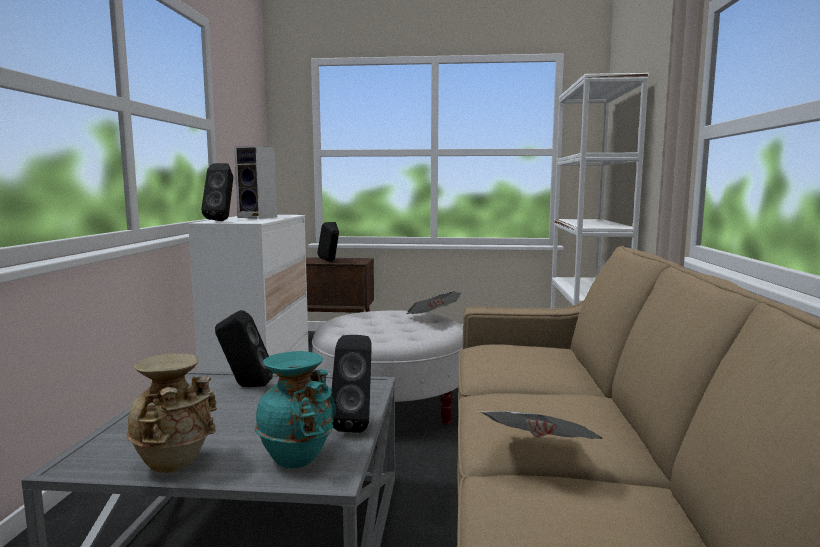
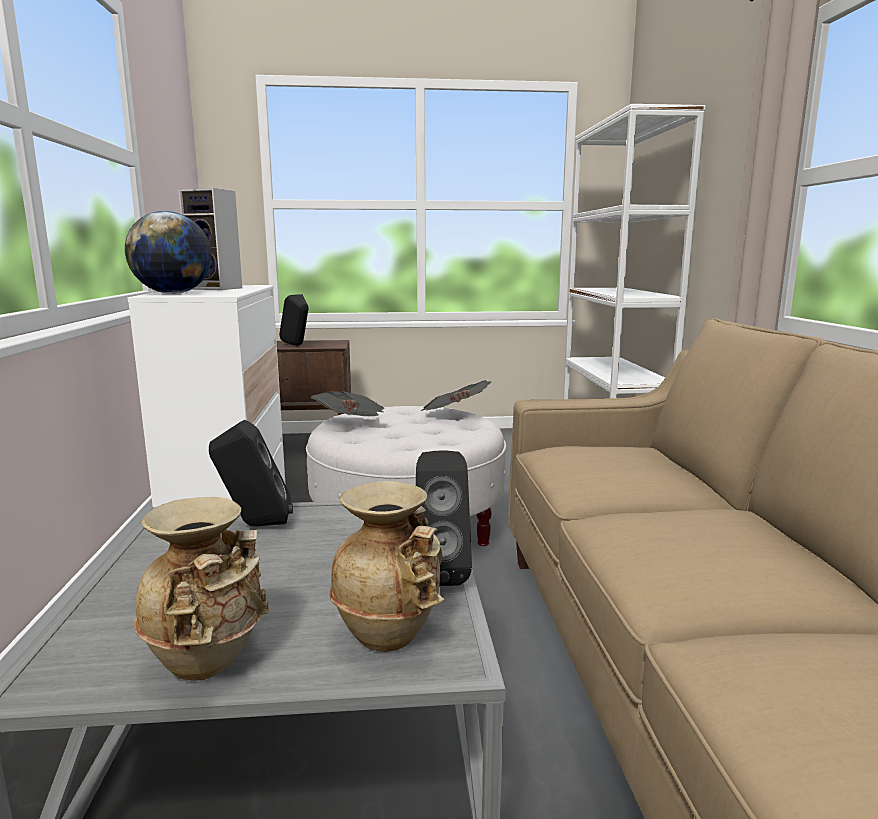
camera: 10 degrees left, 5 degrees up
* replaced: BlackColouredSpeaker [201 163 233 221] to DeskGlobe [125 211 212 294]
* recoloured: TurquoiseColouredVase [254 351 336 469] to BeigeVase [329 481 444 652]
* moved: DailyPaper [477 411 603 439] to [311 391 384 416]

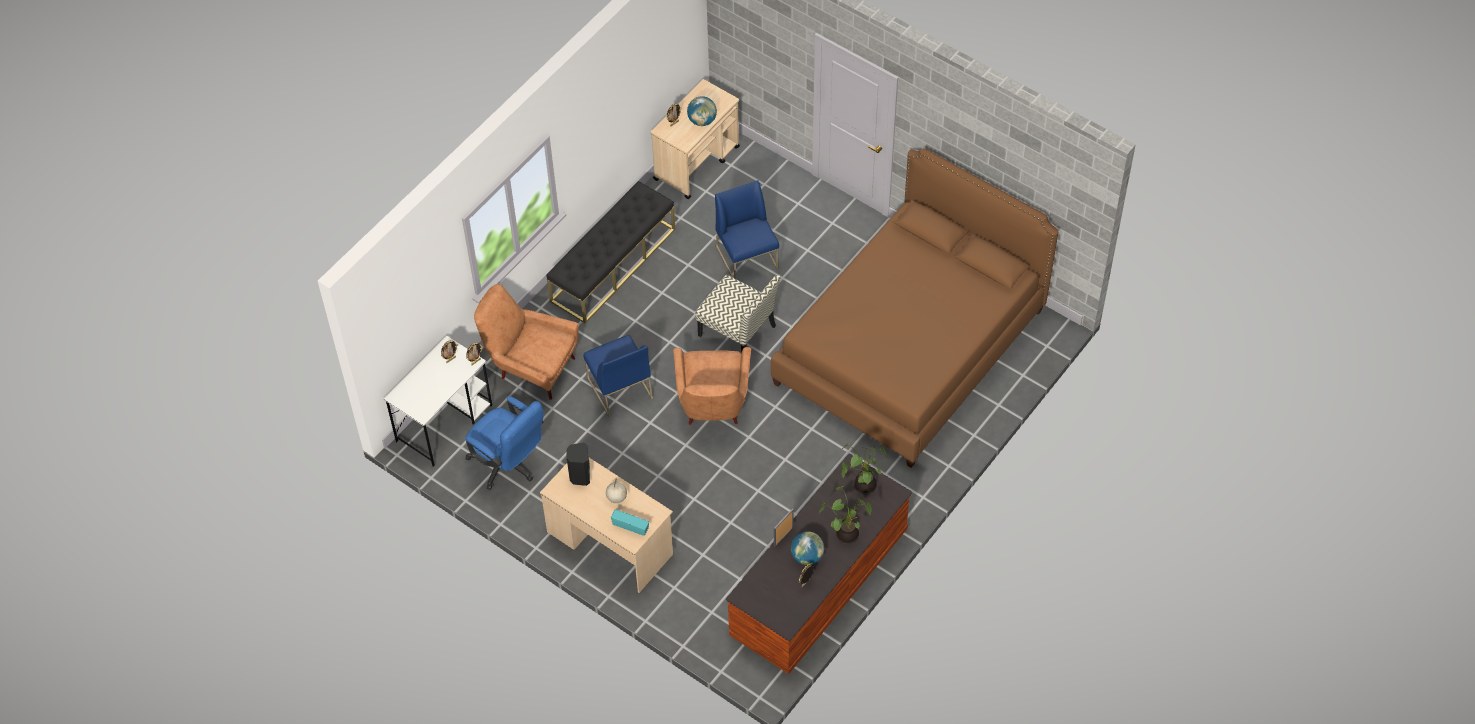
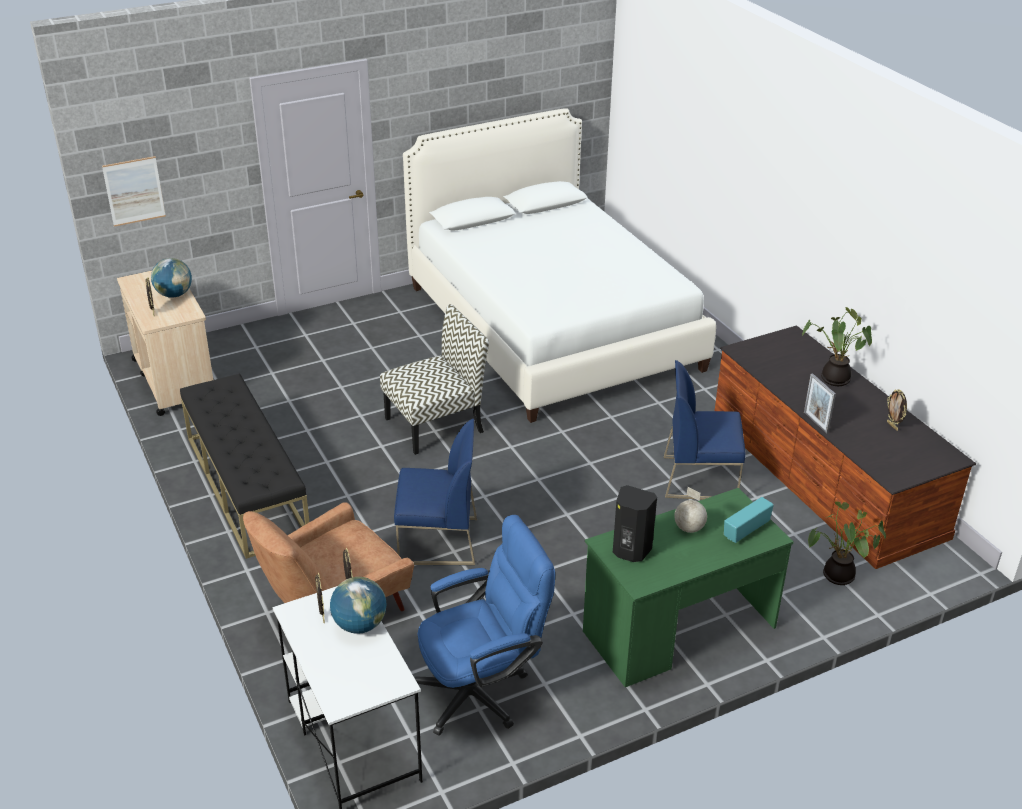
camera: 65 degrees left, 20 degrees down
* recoloured: BrownishBed [771 148 1058 468] to WhitishBed [403 108 716 423]
* moved: BlueChair [715 180 779 279] to [663 360 746 500]
* removed: BrownishArmchair [673 347 751 425]
* moved: Houseplant [842 442 887 495] to [808 502 886 585]
* recoloured: BeigeDesk [540 458 673 593] to GreenDesk [583 488 794 687]
* moved: DeskGlobe [791 531 825 565] to [330 577 387 634]
* added: Picture [102 156 166 227]

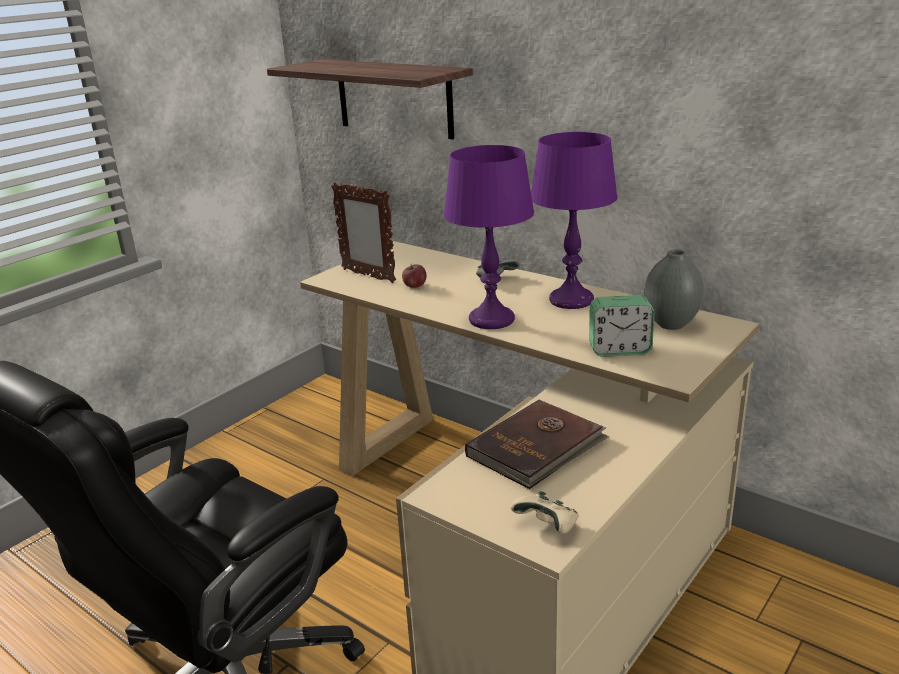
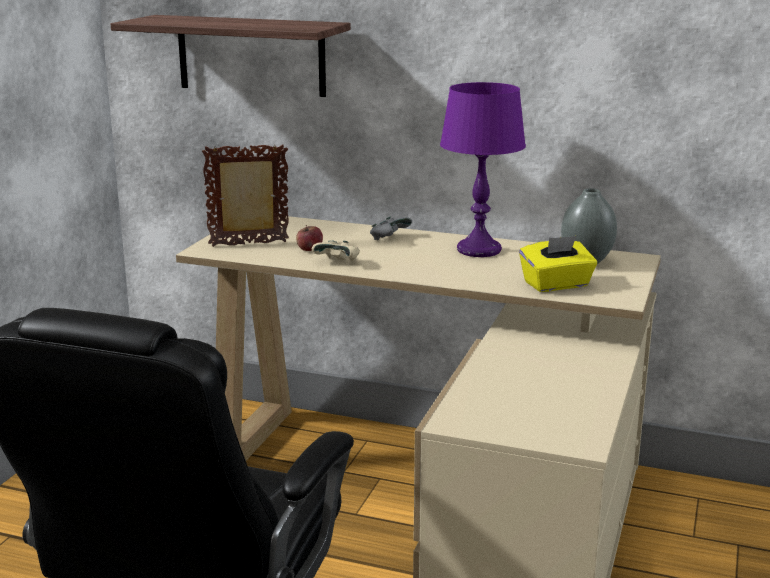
camera: 20 degrees left, 5 degrees down
* removed: PurpleLampForATable [444 145 534 329]
* turned: PhotoFrame [331 183 396 283] = [202 144 289 247] 150 degrees clockwise
* replaced: BedsideClock [589 295 654 357] to YellowishTissueBox [519 236 597 292]
* removed: BrownishBook [465 399 609 489]
* moved: BeigeGameController [511 491 579 534] to [312 241 360 261]

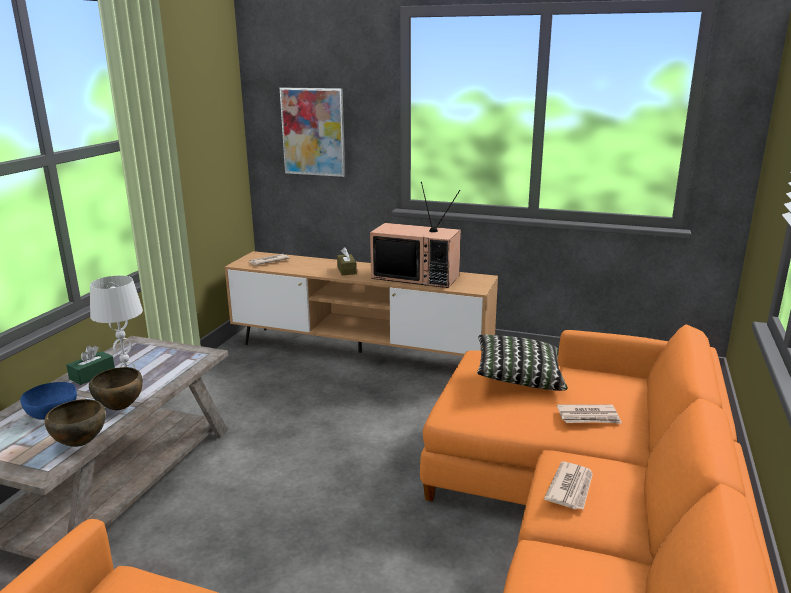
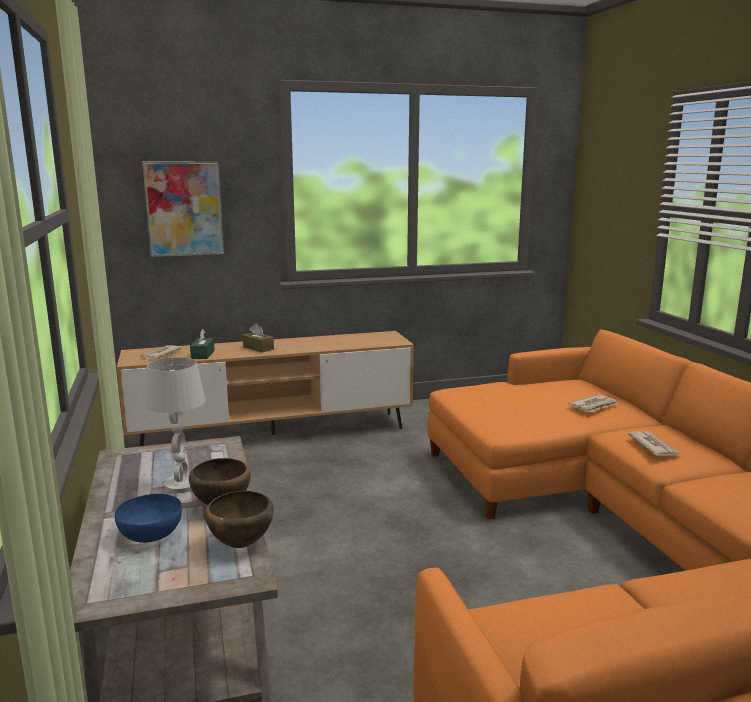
camera: 35 degrees left, 5 degrees down
* removed: TvSet [370 182 461 288]
* removed: Cushion [477 335 568 391]
* moved: GreenTissueBox [66 346 115 385] to [190 329 215 359]

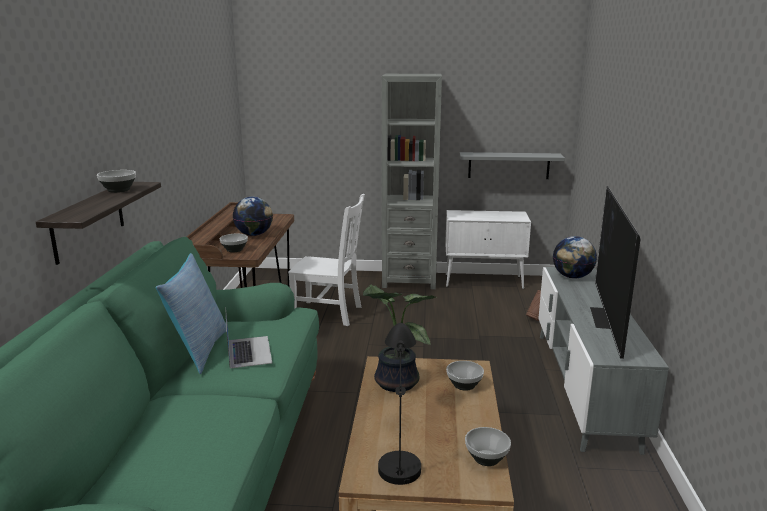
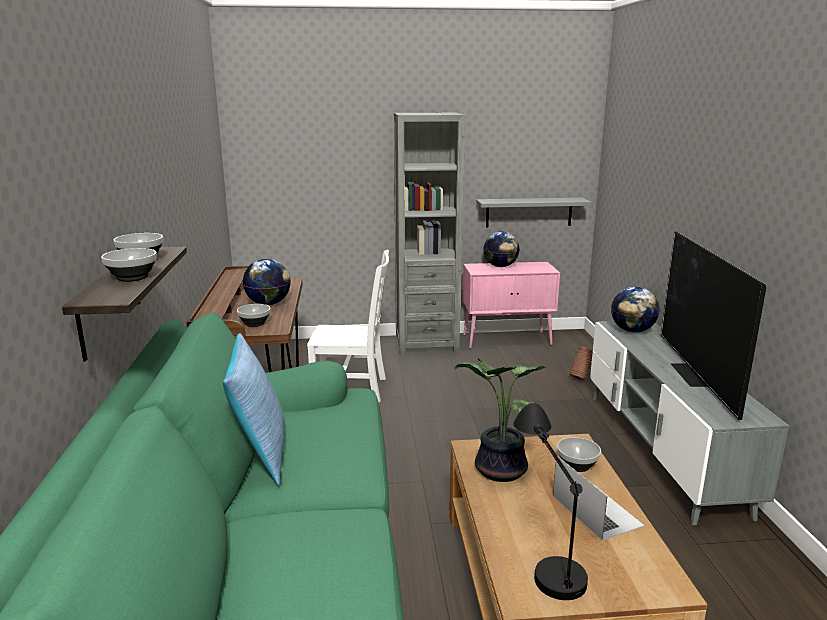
camera: 10 degrees left, 0 degrees up
* recoloured: WhitishCabinet [445 210 531 289] to PinkishCabinet [462 262 560 349]
* moved: PortableComputer [225 307 272 368] to [553 457 645 541]
* moved: DeepDish [465 427 511 466] to [101 248 157 282]
* added: DeskGlobe [483 231 520 267]

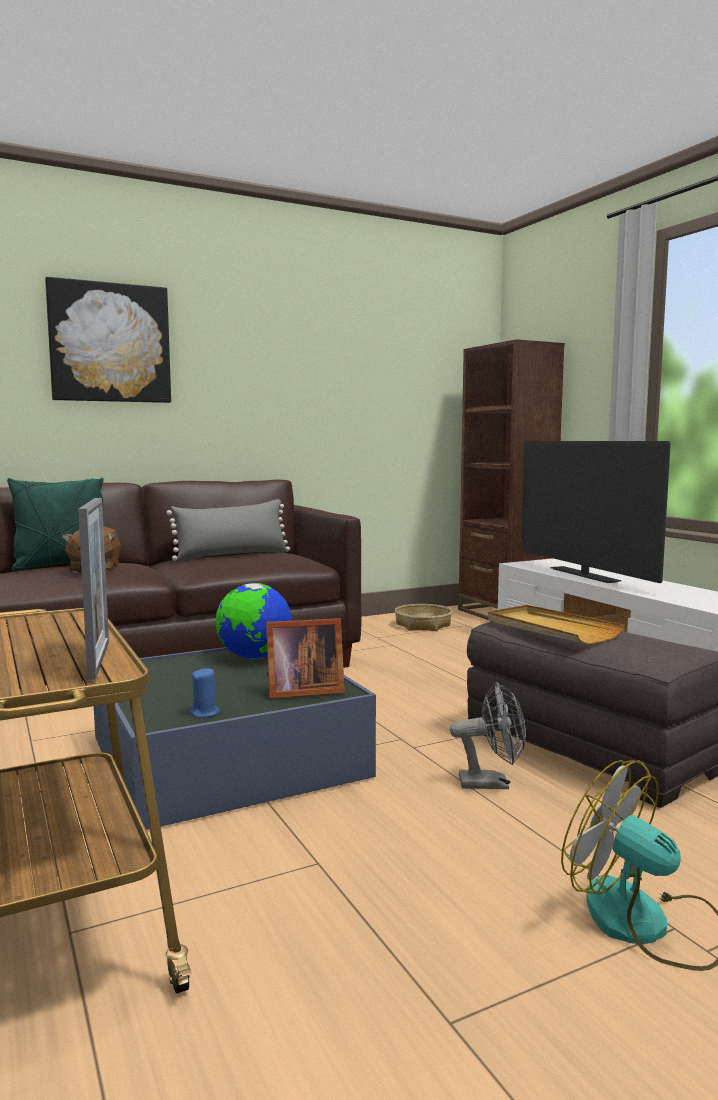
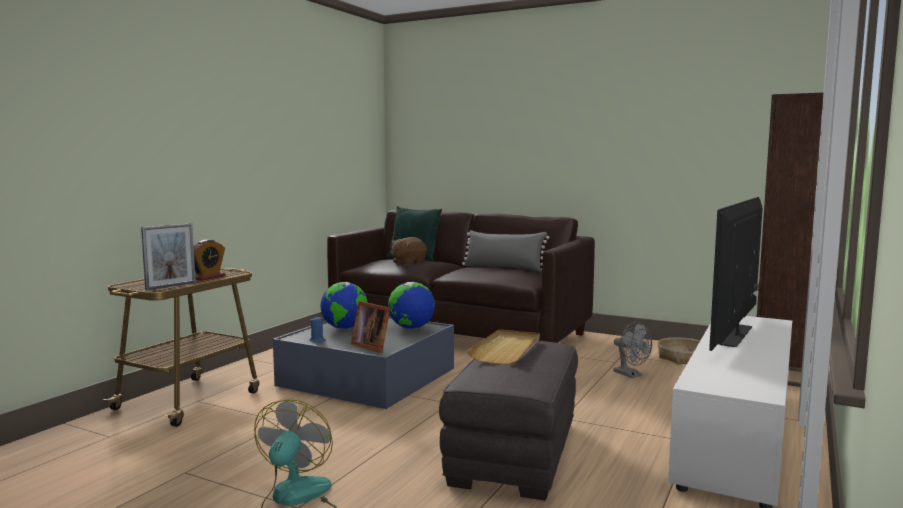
camera: 55 degrees right, 0 degrees up
* removed: Picture [45 277 171 403]
* moved: GreyishCoolingFan [450 682 526 789] to [613 322 652 378]
* added: BedsideClock [194 240 225 281]
* added: DeskGlobe [320 282 368 329]

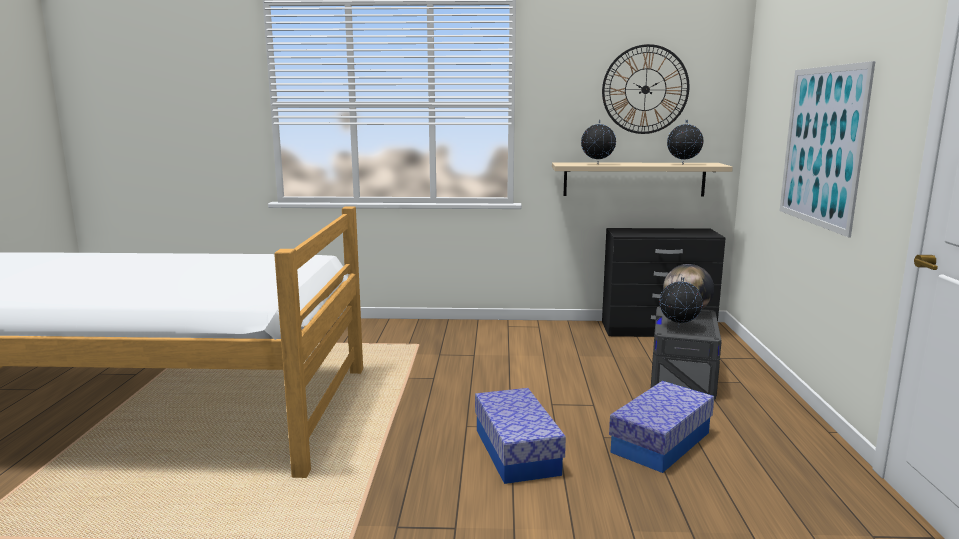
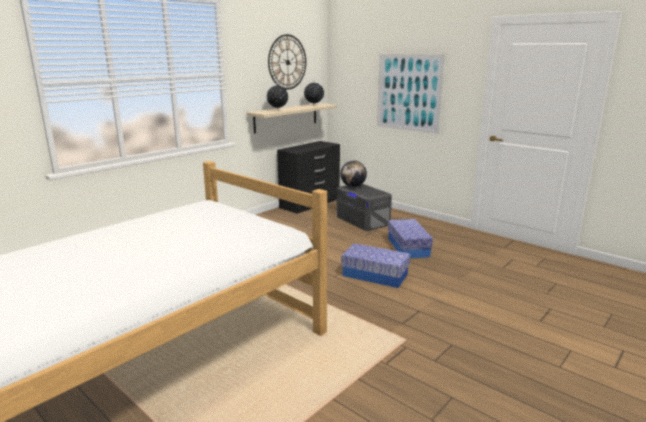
camera: 50 degrees left, 5 degrees up
* removed: DeskGlobe [659 277 703 328]

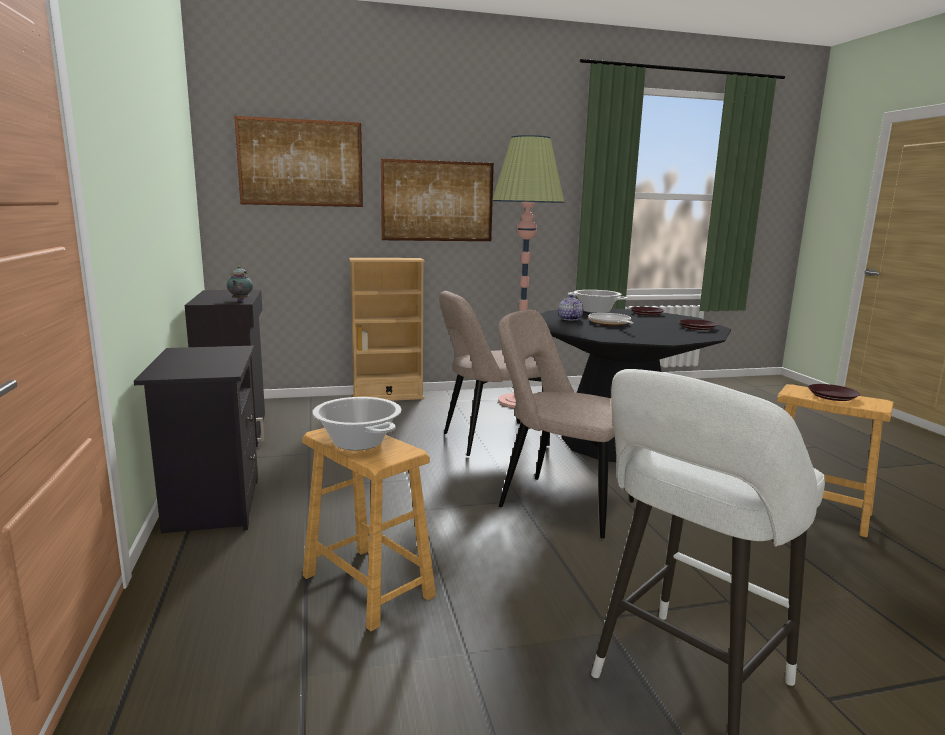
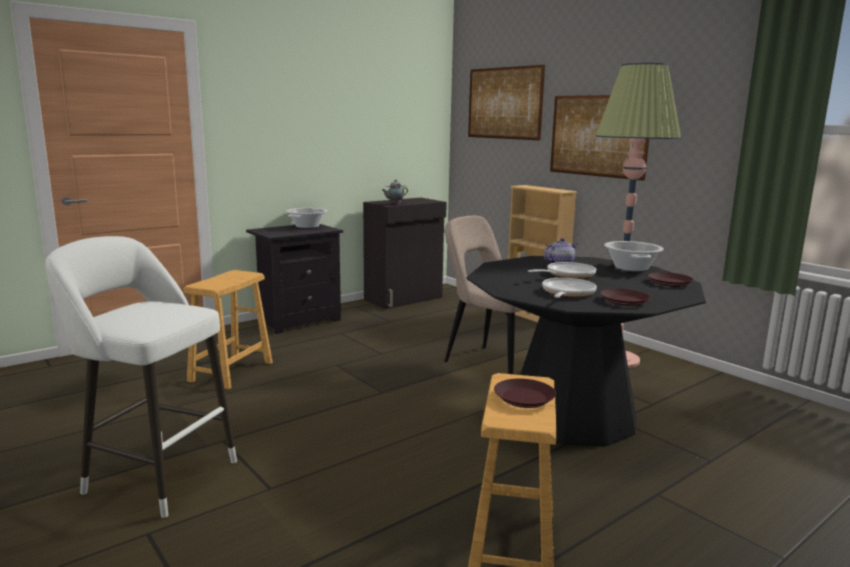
camera: 65 degrees right, 0 degrees up
* removed: BeigeChair [498 310 634 539]
* moved: Stockpot [312 397 402 451] to [286 208 328 228]
* added: Pan [542 278 597 298]

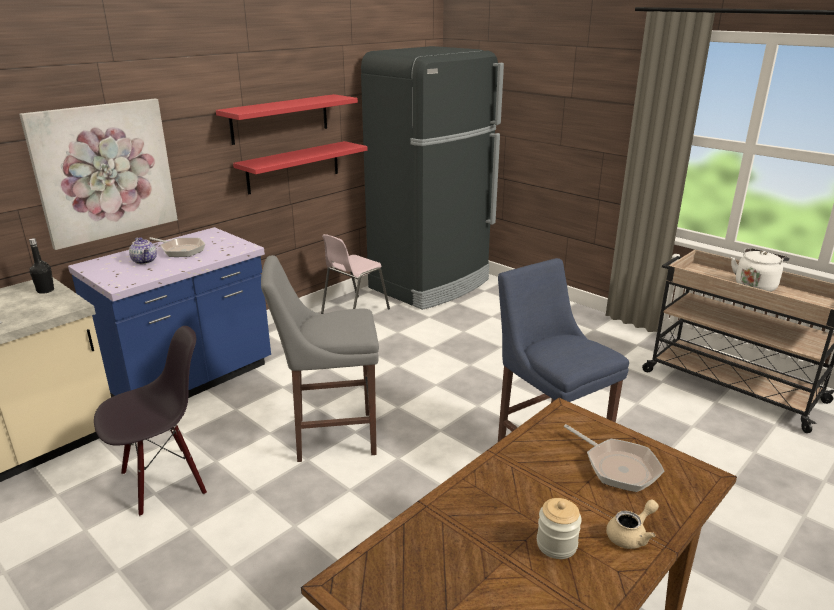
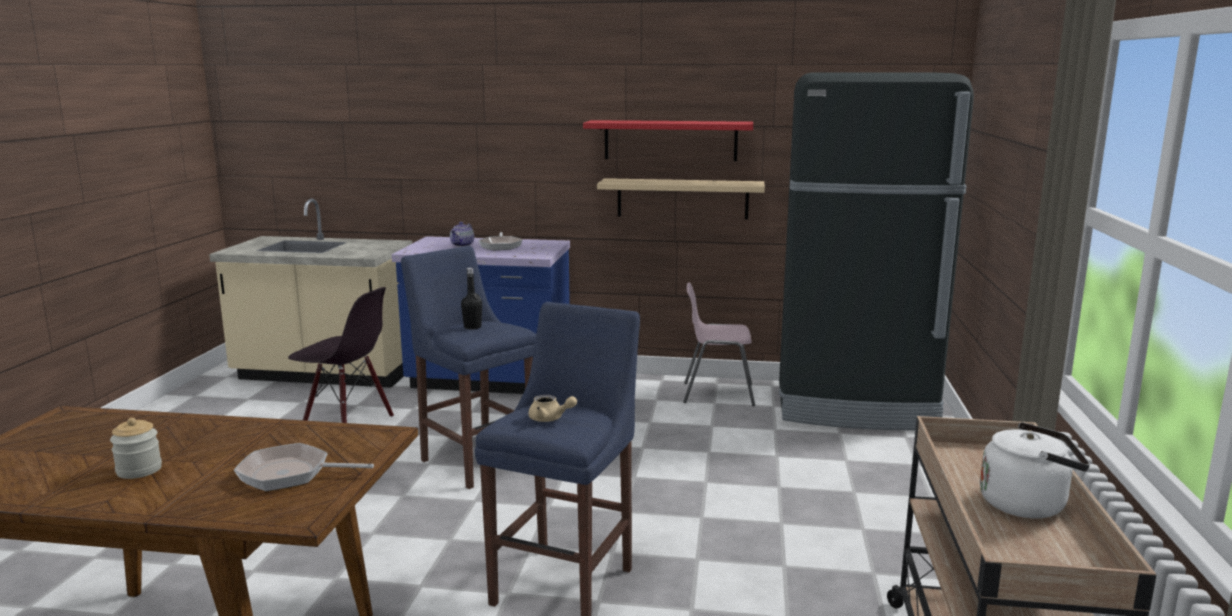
camera: 55 degrees right, 10 degrees down
* removed: Picture [19 99 178 250]
* recoloured: RedColouredWallShelf [233 141 367 195] to BeigeWallShelf [597 178 765 220]
* moved: BlackColouredBeverageBottle [29 238 54 294] to [461 268 482 329]
* recoloured: GreyishStoolSeat [261 255 379 462] to BlueStoolSeat [401 246 536 489]
* turned: Pan [564 424 665 492] = [234 443 374 491] 75 degrees clockwise
* moved: BeigeTeaPot [606 499 659 549] to [528 395 577 422]

